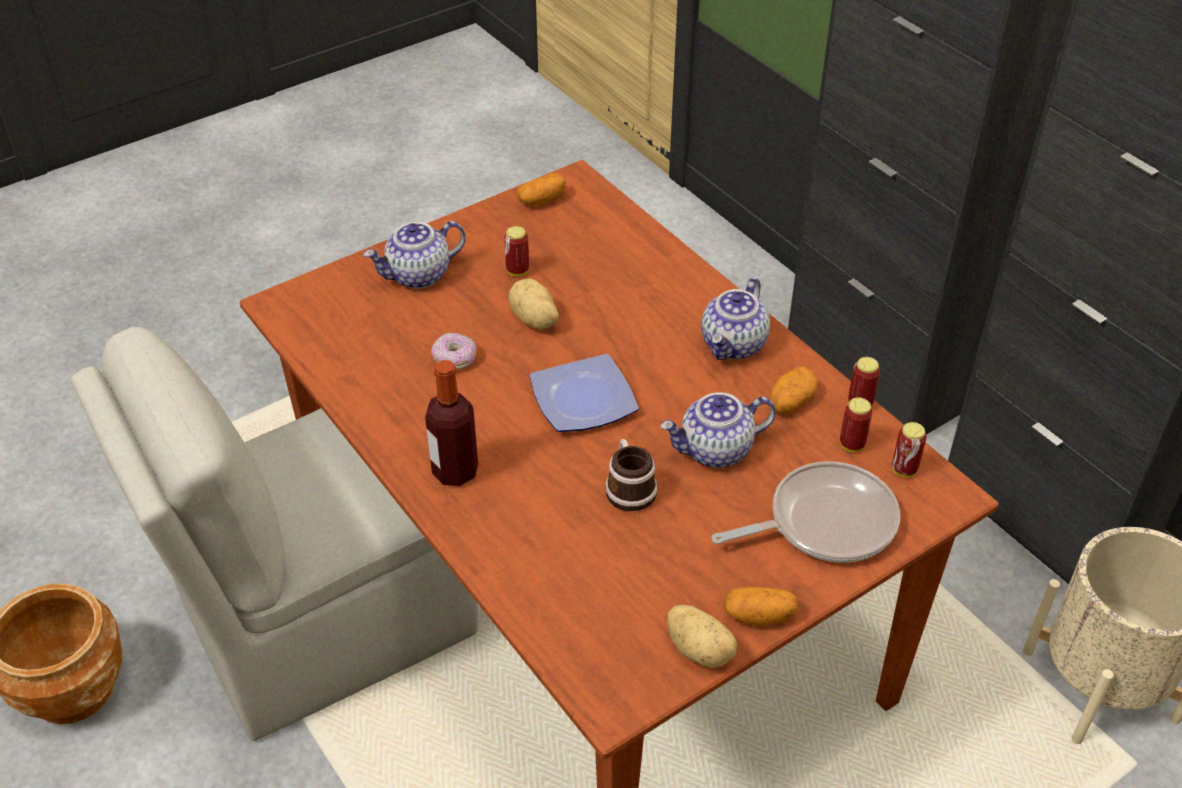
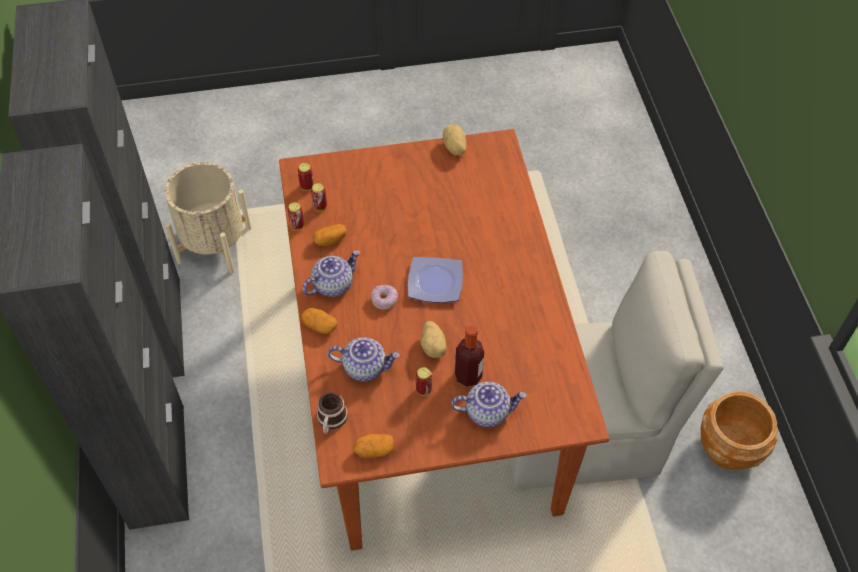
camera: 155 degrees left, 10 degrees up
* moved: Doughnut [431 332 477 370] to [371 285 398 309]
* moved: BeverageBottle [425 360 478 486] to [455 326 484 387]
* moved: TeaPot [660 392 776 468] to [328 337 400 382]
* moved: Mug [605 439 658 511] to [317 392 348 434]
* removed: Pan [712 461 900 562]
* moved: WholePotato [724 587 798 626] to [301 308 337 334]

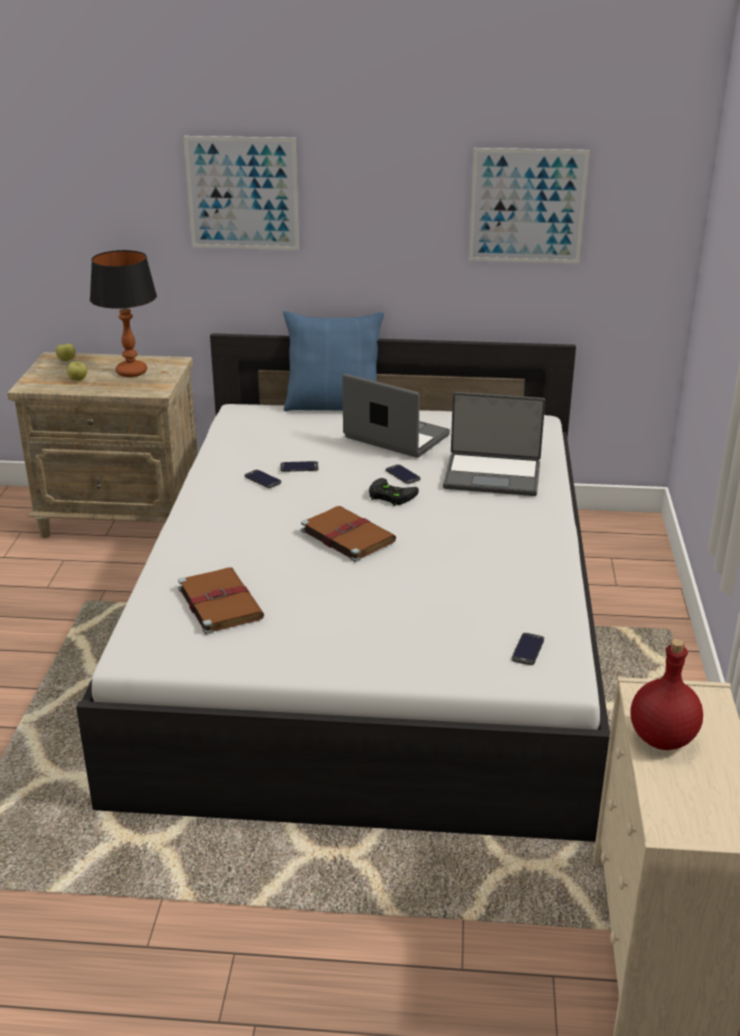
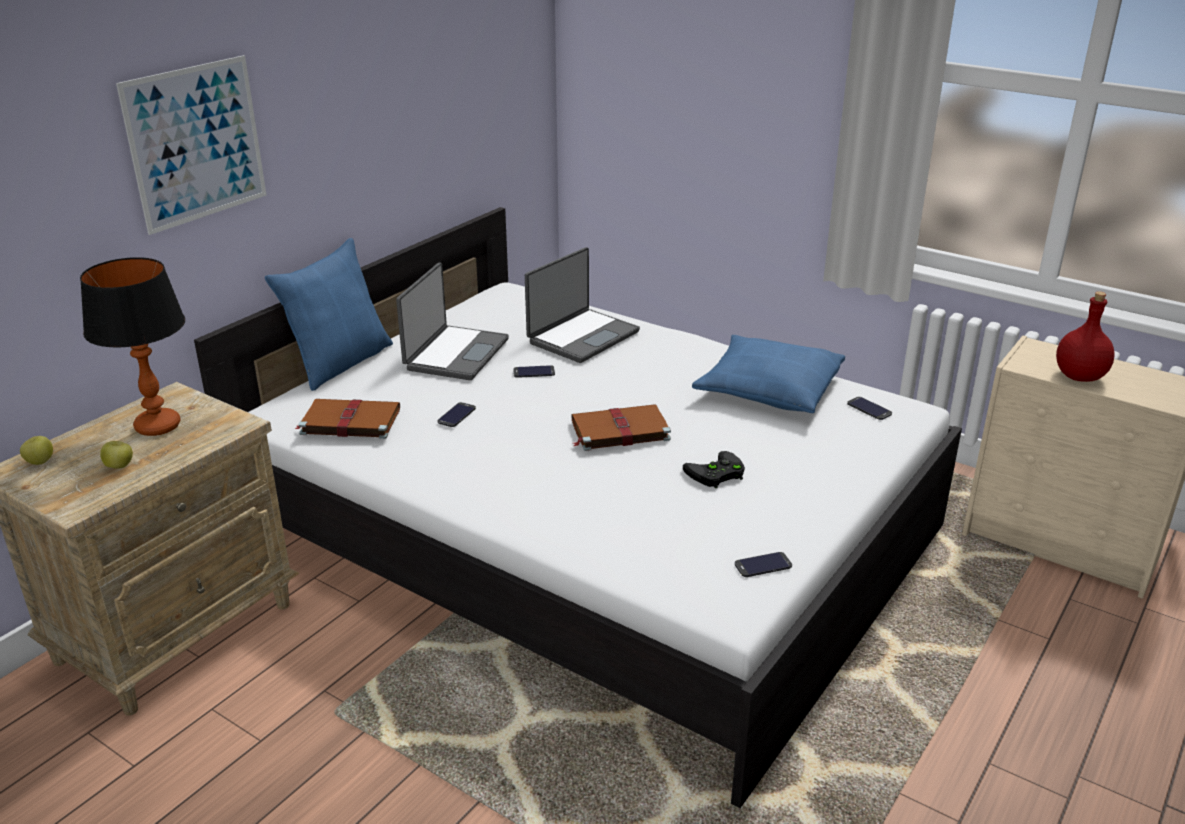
camera: 60 degrees left, 0 degrees up
* removed: Picture [469 148 590 263]
* turned: PortableComputer [342 374 450 458] = [396 262 509 380] 135 degrees clockwise
* moved: Handset [245 470 281 488] to [735 552 792 577]
* moved: BlackColouredGameController [369 478 419 506] to [683 451 745 488]
* moved: BrownishBook [178 567 264 634] to [295 399 400 439]
* added: BlueCushion [692 335 845 413]

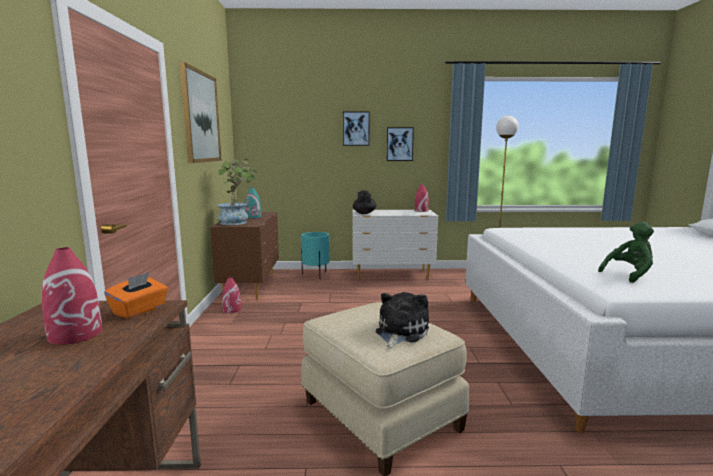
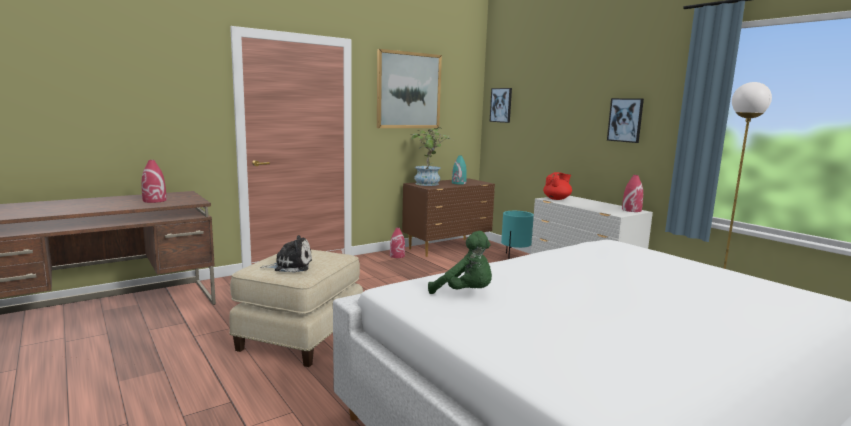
camera: 55 degrees right, 0 degrees up
* moved: Picture [343 112 370 146] to [489 88 512 123]
* recoloured: BlackColouredTeaPot [353 190 377 214] to RedColouredTeaPot [543 172 572 200]
* removed: OrangeTissueBox [104 272 168 319]

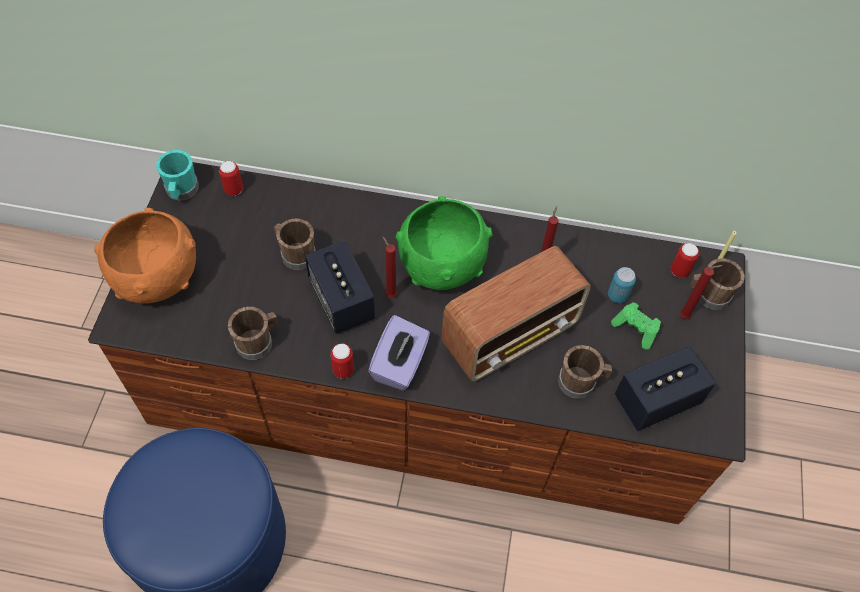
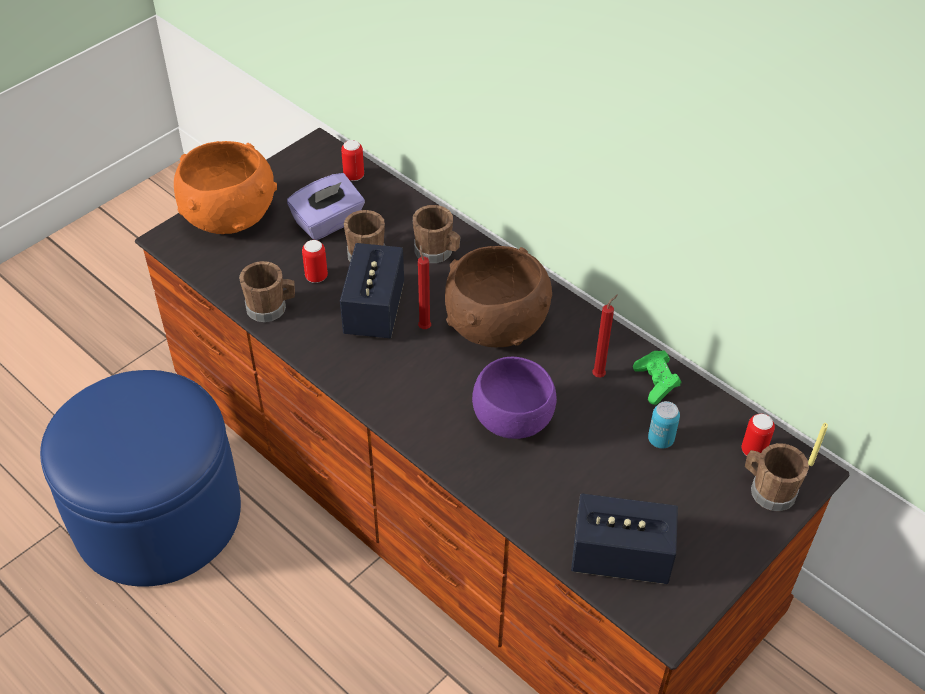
camera: 35 degrees right, 10 degrees down
* removed: TurquoiseColouredMug [156 150 199 201]
* recoloured: GreenDeepDish [396 196 492 290] to BrownishDeepDish [445 246 552 347]
* replaced: RadioSet [441 246 591 382] to PurpleDeepDish [472 357 557 439]
* removed: RedColouredWaxLight [680 265 723 319]
* moved: GreenGameController [611 302 661 350] to [633 350 681 405]
* moved: PurpleTissueBox [368 315 430 391] to [287 173 365 240]
* moved: MetalCan [330 344 354 379] to [302 240 328 283]
* moved: BrownishMug [558 345 612 399] to [413 205 461 263]

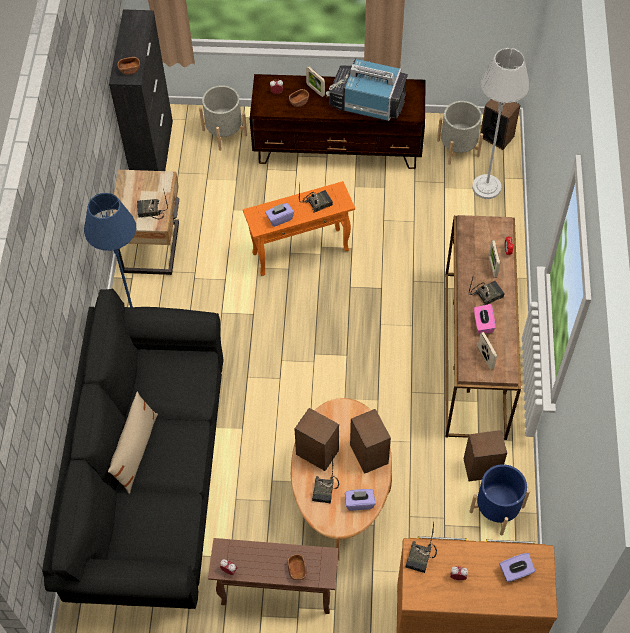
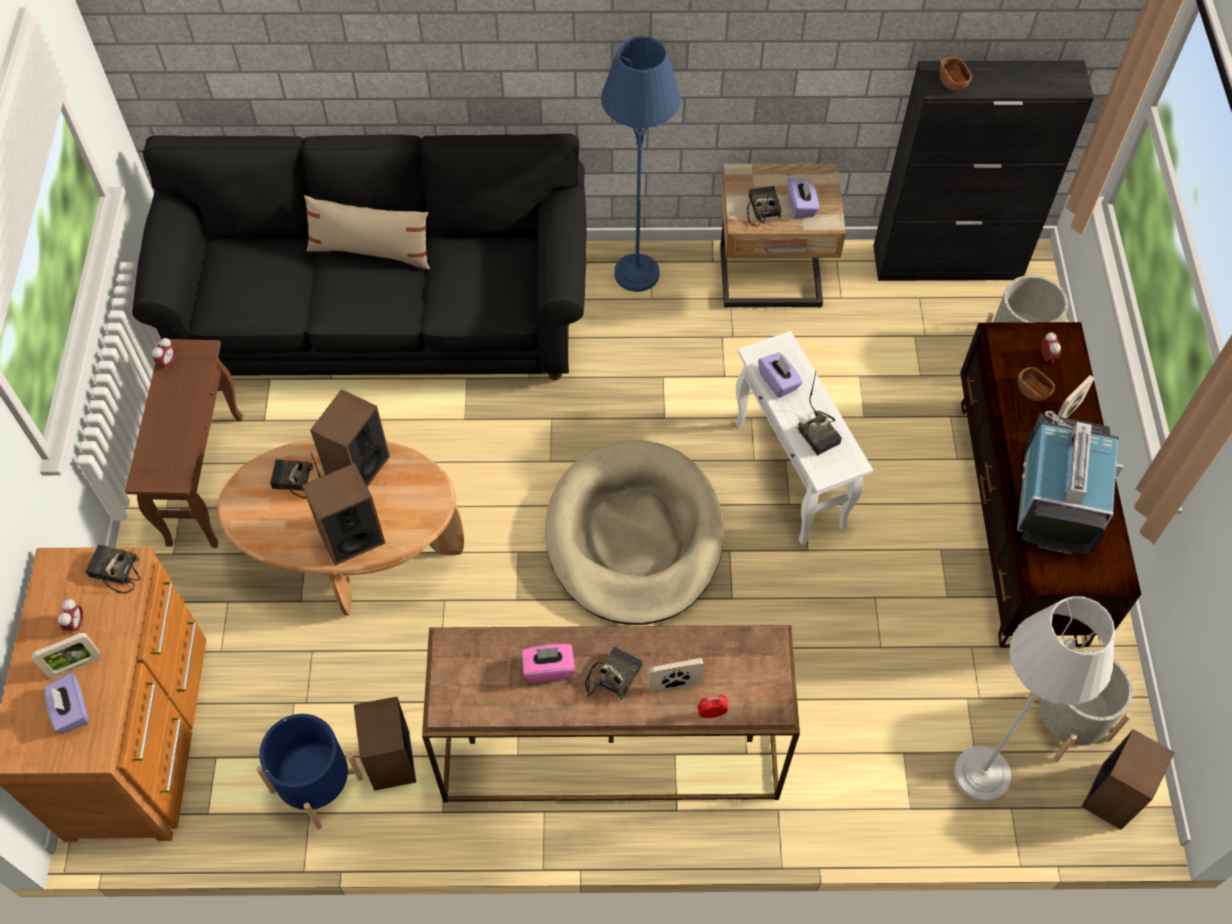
camera: 85 degrees right, 0 degrees up
* recoloured: OrangeSideTable [243 181 355 276] to WhitishSideTable [735 331 873 545]
* turned: RadioSet [469 278 505 305] = [585 647 642 700] 120 degrees counterclockwise
* moved: PhotoFrame [478 332 497 370] to [32 632 101 679]
* moved: PurpleTissueBox [345 489 376 511] to [787 178 819 219]
* removed: BrownishDeepDish [288 554 307 580]
* added: BeigePetBed [545 440 724 625]

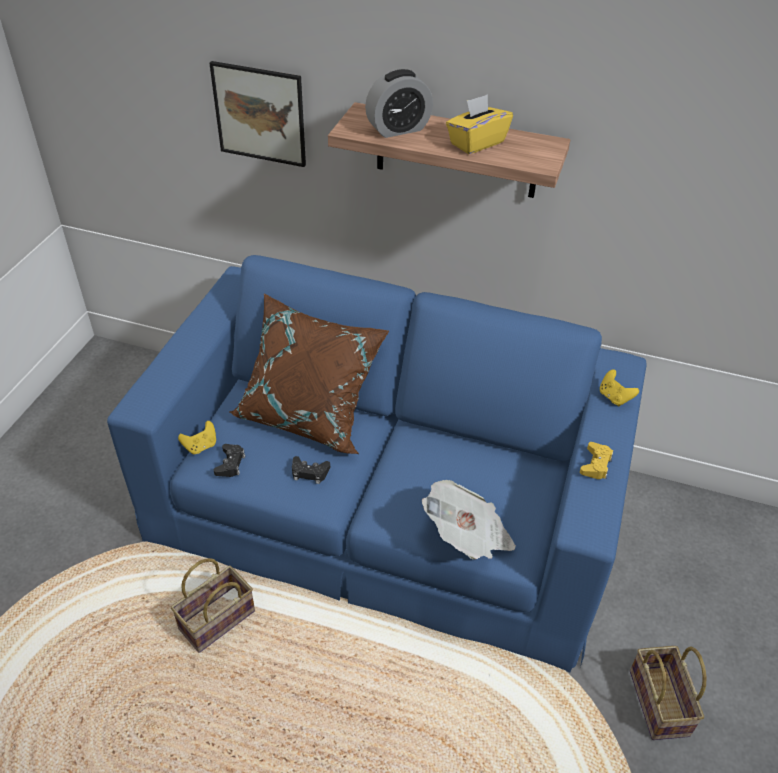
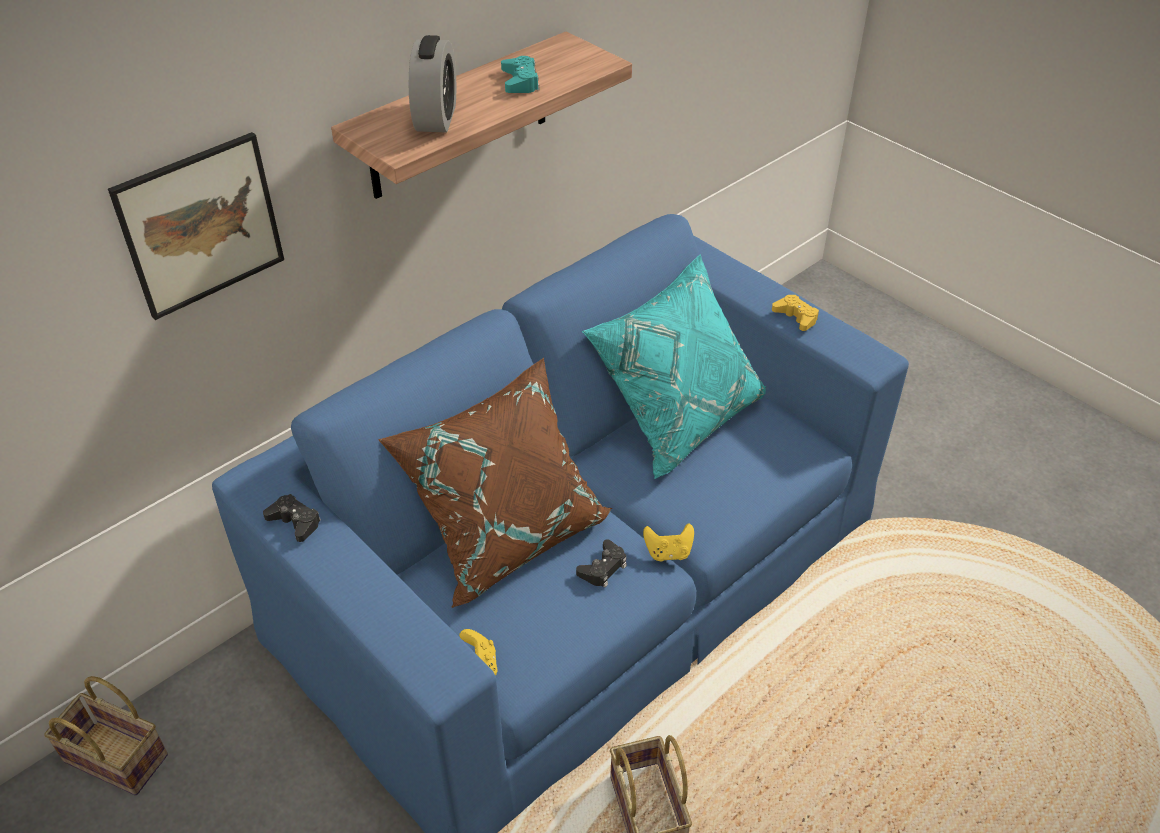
camera: 60 degrees left, 0 degrees up
* replaced: YellowishTissueBox [446 94 513 154] to TurquoiseColouredGameController [501 56 540 93]
* moved: YellowishGameController [600 370 639 406] to [643 523 694 561]
* moved: BlackColouredGameController [214 444 245 477] to [263 494 321 542]
* removed: DailyPaper [422 480 516 560]
* moved: Basket [630 646 707 740] to [44 676 168 795]
* added: TurquoiseColouredCushion [582 254 766 479]

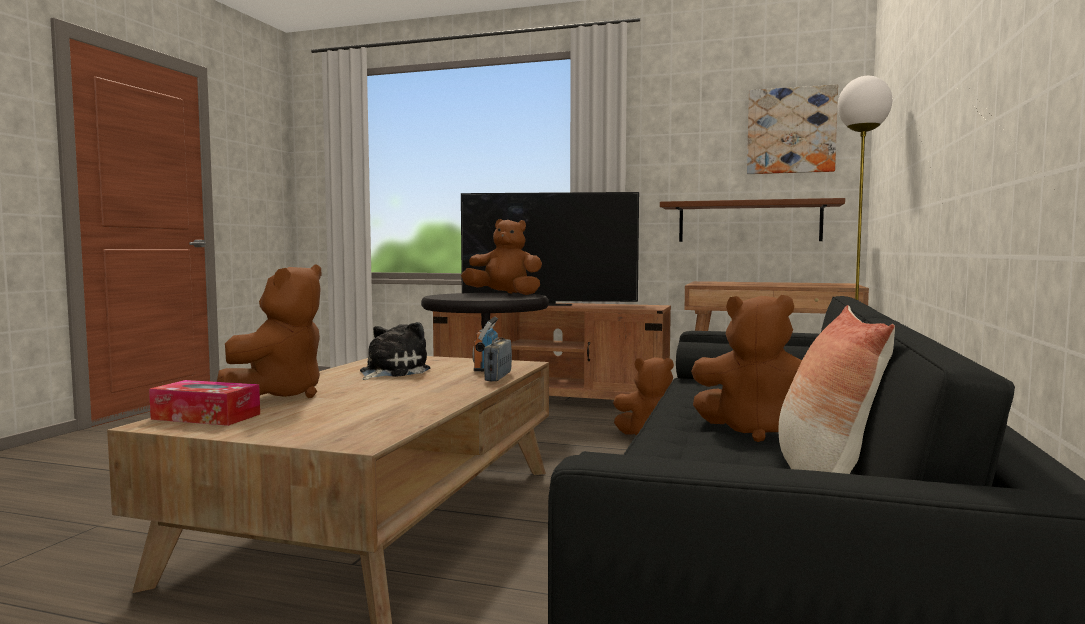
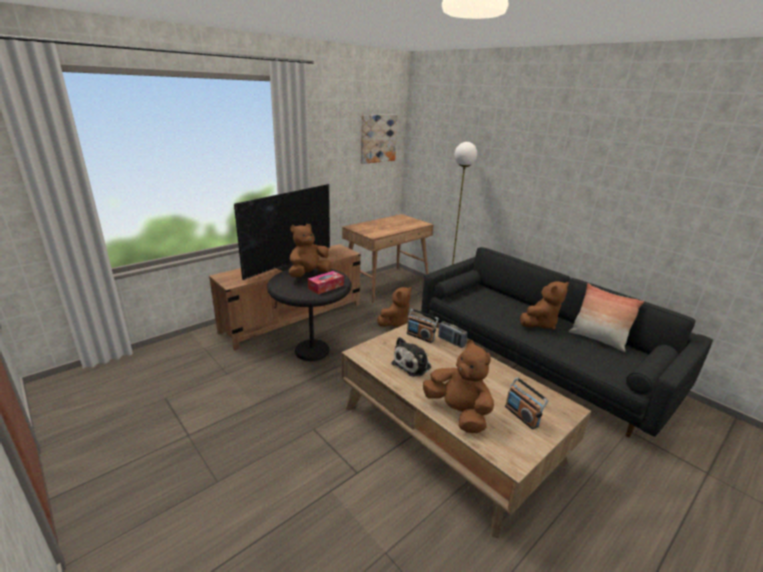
camera: 60 degrees left, 20 degrees up
* removed: BrownishWallShelf [660 198 845 242]
* turned: SoftToy [360 322 430 380] = [391 337 431 377] 105 degrees counterclockwise
* moved: TissueBox [149 380 260 426] to [308 271 344 294]
* added: RadioSet [505 377 549 429]

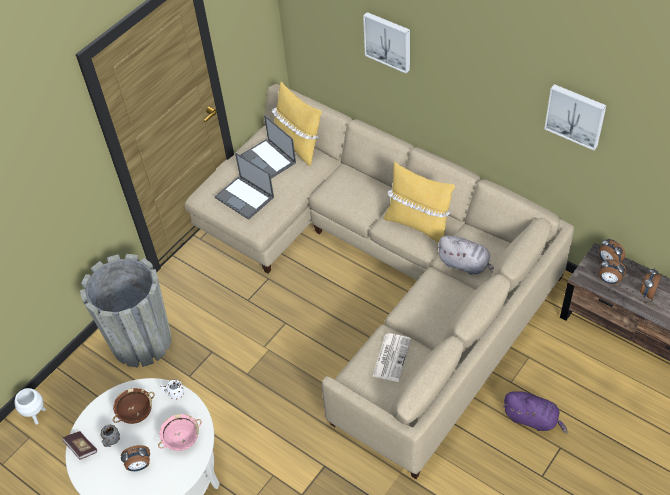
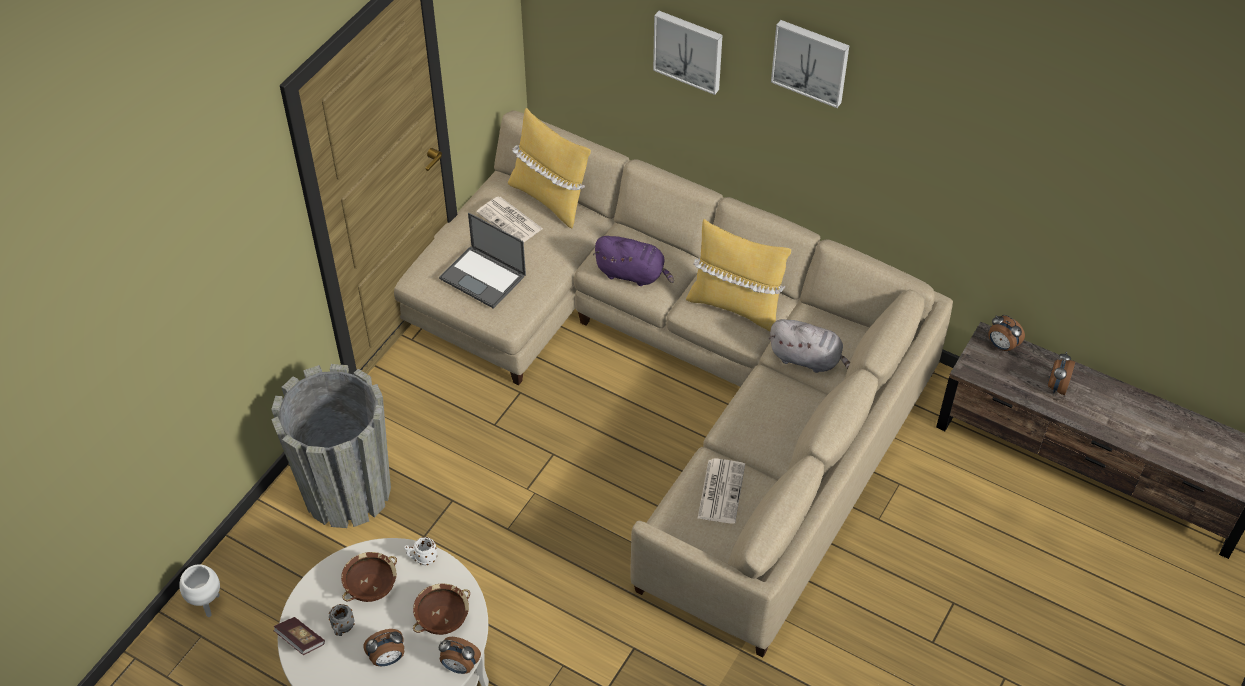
camera: 10 degrees left, 0 degrees up
* moved: Picture [544 84 607 150] to [771 20 849 108]
* replaced: PortableComputer [241 115 296 179] to DailyPaper [476 196 543 242]
* moved: BedsideClock [599 259 626 284] to [439 637 481 674]
* moved: PurpleSoftToy [503 391 567 434] to [593 236 674 286]
* recoloured: PinkishDeepDish [158 414 202 451] to BrownishDeepDish [413 584 470 635]

